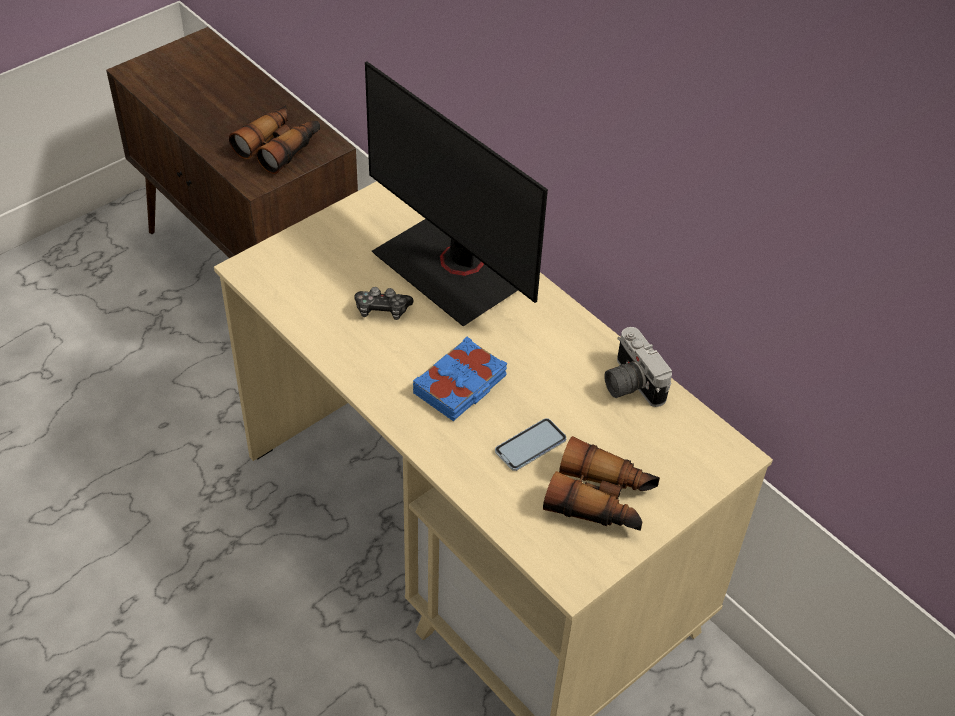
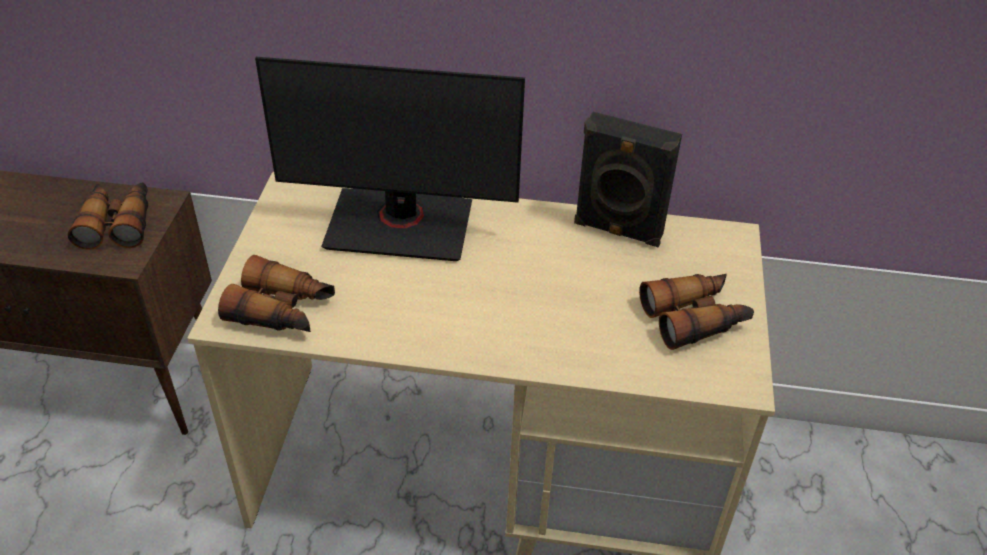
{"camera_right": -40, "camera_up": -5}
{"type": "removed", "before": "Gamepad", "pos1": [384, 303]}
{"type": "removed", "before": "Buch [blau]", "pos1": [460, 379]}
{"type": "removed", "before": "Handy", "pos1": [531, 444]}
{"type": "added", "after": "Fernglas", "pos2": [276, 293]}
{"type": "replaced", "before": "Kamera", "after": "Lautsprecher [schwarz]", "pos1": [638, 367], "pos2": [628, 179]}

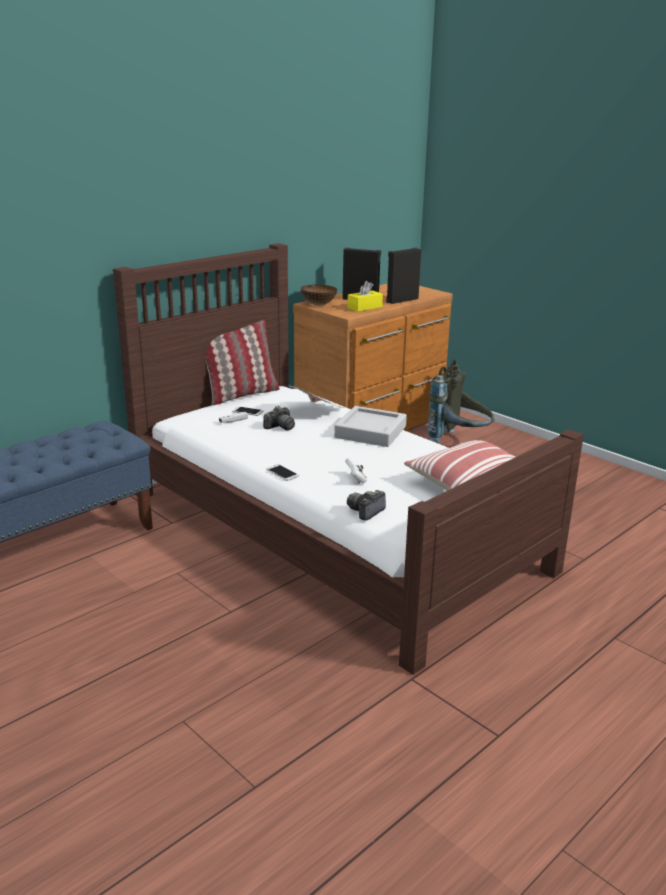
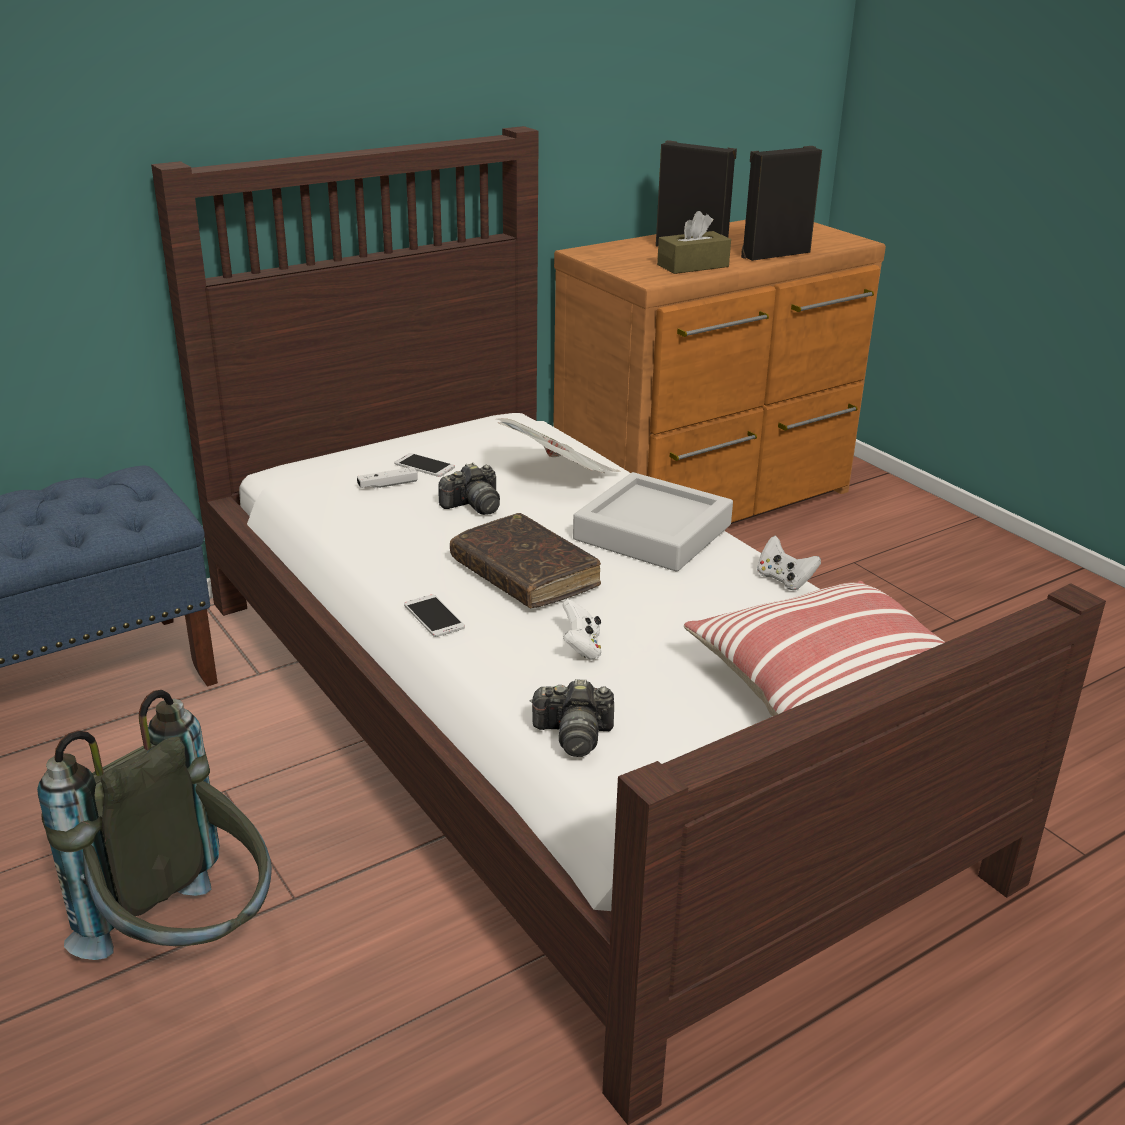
{"camera_right": 10, "camera_up": 5}
{"type": "removed", "before": "Kissen", "pos1": [242, 363]}
{"type": "removed", "before": "Schüssel", "pos1": [319, 295]}
{"type": "added", "after": "Buch [braun]", "pos2": [525, 560]}
{"type": "added", "after": "Gamepad [weiß]", "pos2": [789, 563]}
{"type": "moved", "before": "Rucksack [grau]", "pos1": [461, 402], "pos2": [154, 825]}
{"type": "recoloured", "before": "Taschentuchbox [gelb]", "after": "Taschentuchbox [braun]", "pos1": [365, 296], "pos2": [694, 242]}
{"type": "turned", "before": "Kamera", "pos1": [366, 505], "pos2": [572, 718], "turn": -135}

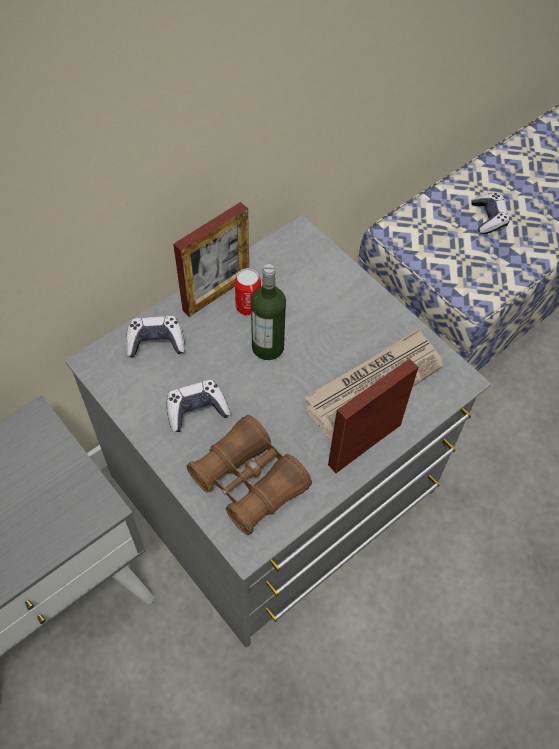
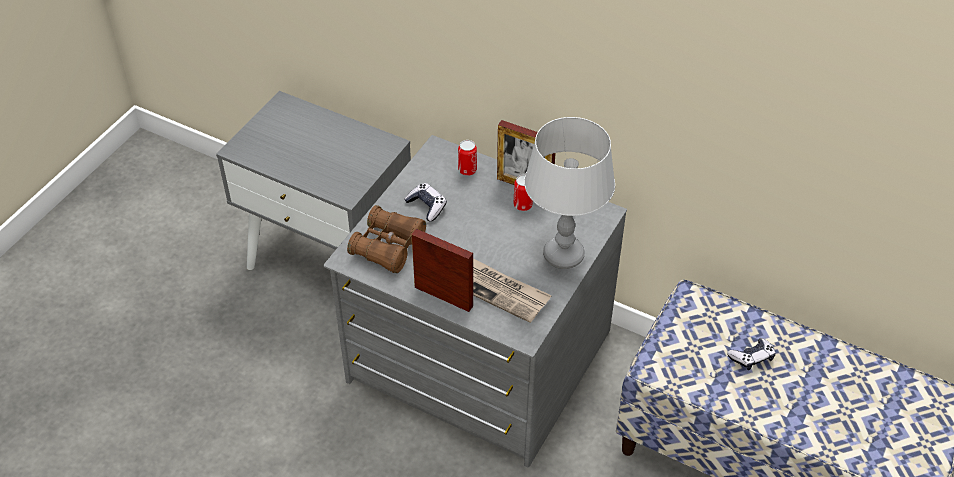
{"camera_right": 70, "camera_up": -10}
{"type": "removed", "before": "Flasche", "pos1": [268, 312]}
{"type": "added", "after": "Tischlampe [grau]", "pos2": [569, 193]}
{"type": "replaced", "before": "Gamepad", "after": "Dose", "pos1": [155, 337], "pos2": [467, 158]}

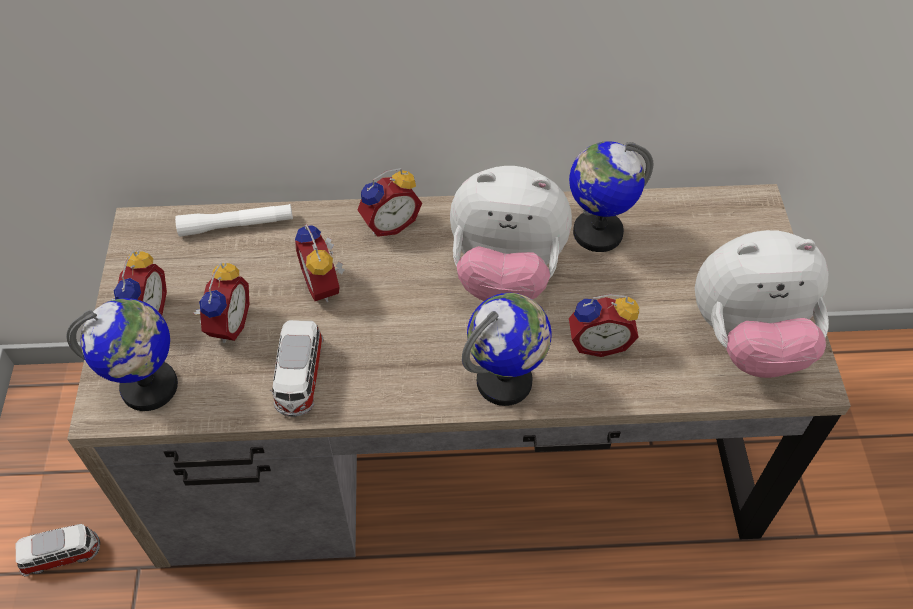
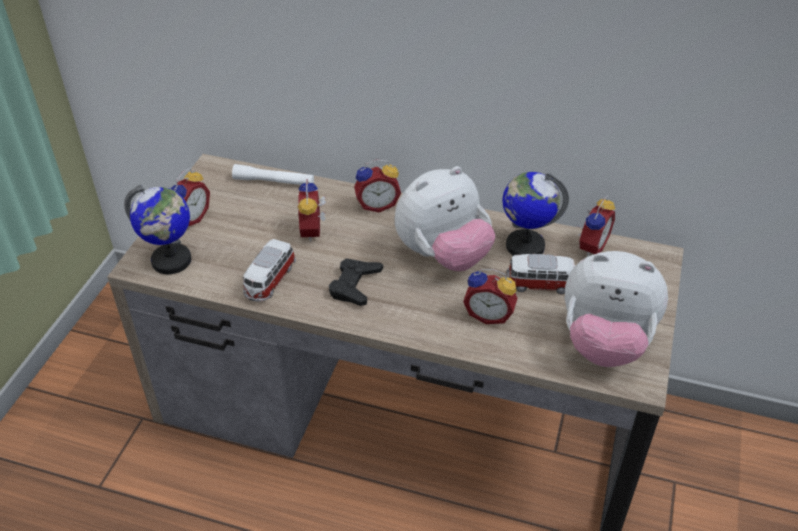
{"camera_right": 20, "camera_up": -10}
{"type": "removed", "before": "Globus", "pos1": [507, 349]}
{"type": "added", "after": "Gamepad [schwarz]", "pos2": [356, 282]}
{"type": "moved", "before": "Spielzeugauto", "pos1": [57, 550], "pos2": [541, 274]}
{"type": "moved", "before": "Wecker", "pos1": [221, 303], "pos2": [596, 226]}
{"type": "turned", "before": "Plüschtier", "pos1": [511, 233], "pos2": [445, 218], "turn": -60}

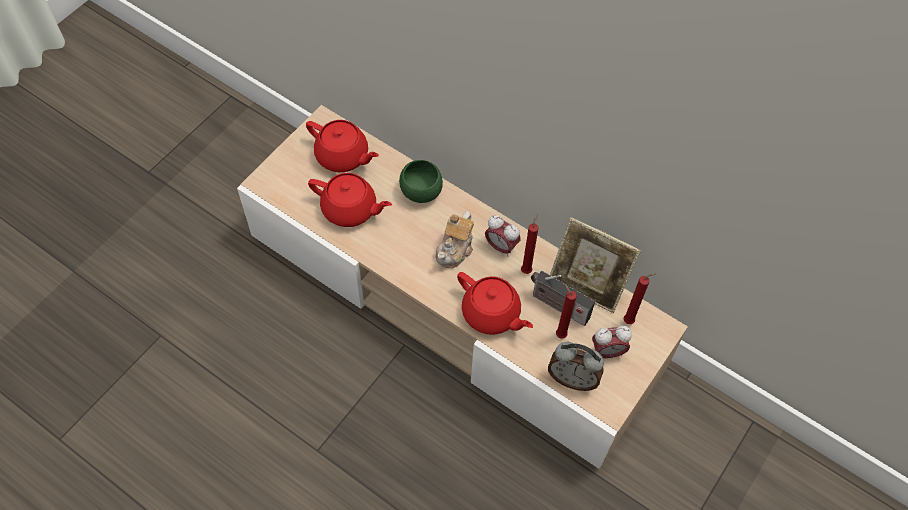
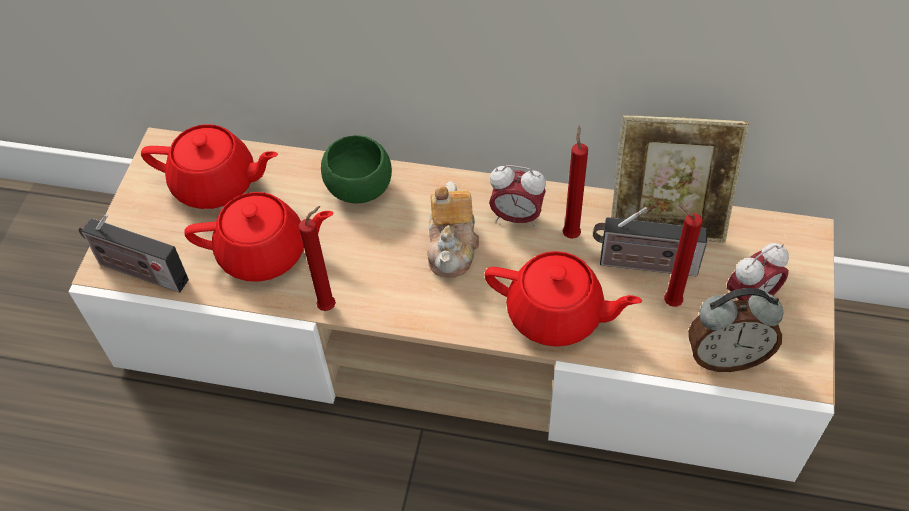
{"camera_right": -20, "camera_up": -5}
{"type": "added", "after": "Radio", "pos2": [134, 253]}
{"type": "moved", "before": "Kerze [rot]", "pos1": [640, 298], "pos2": [317, 258]}

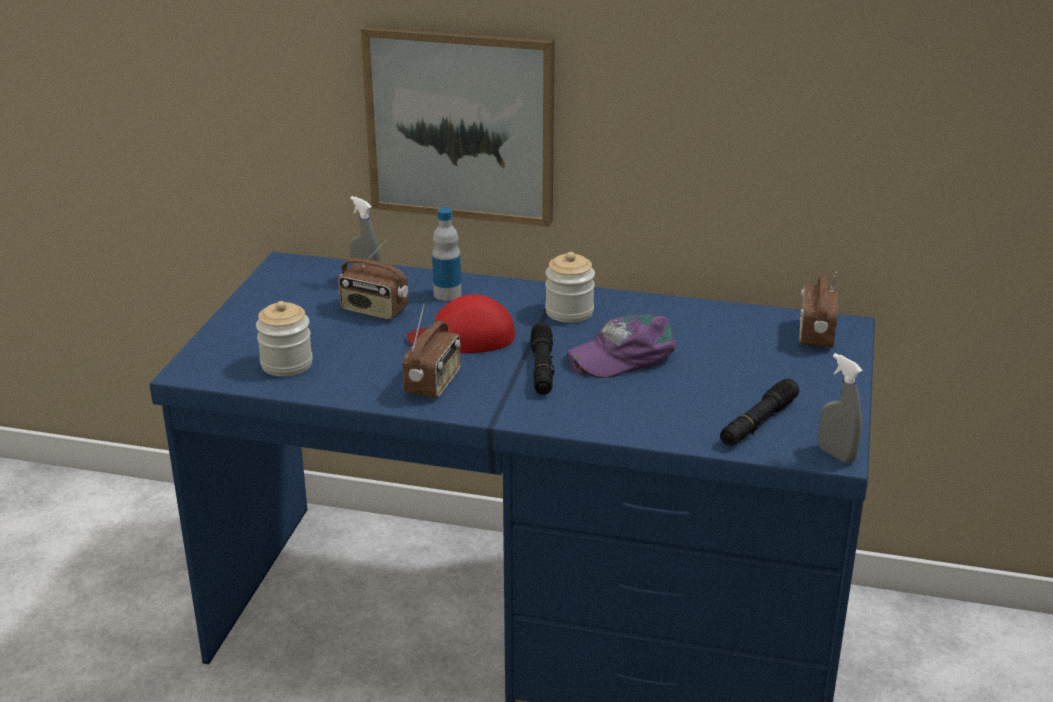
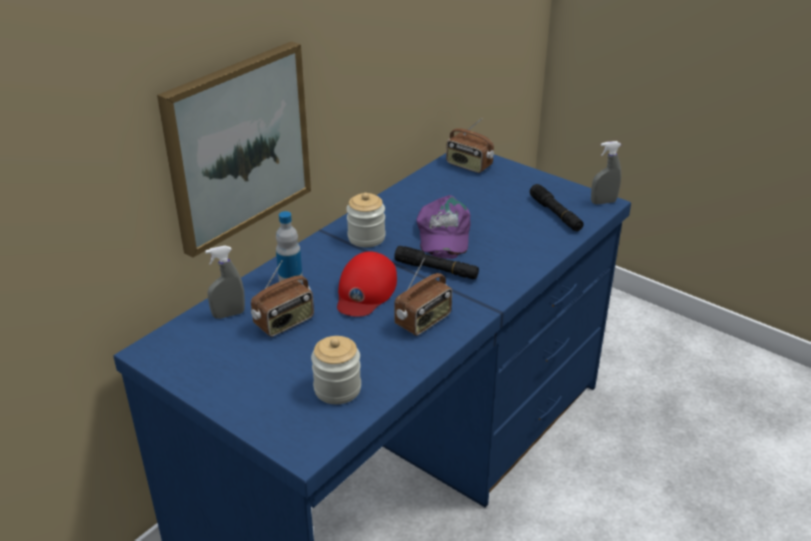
{"camera_right": -65, "camera_up": 5}
{"type": "turned", "before": "Radio", "pos1": [431, 351], "pos2": [423, 297], "turn": 90}

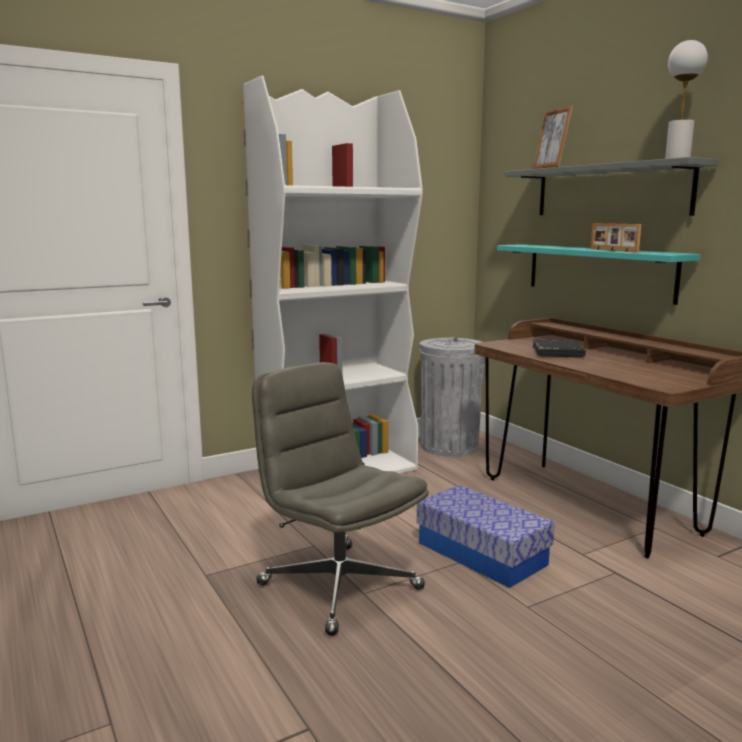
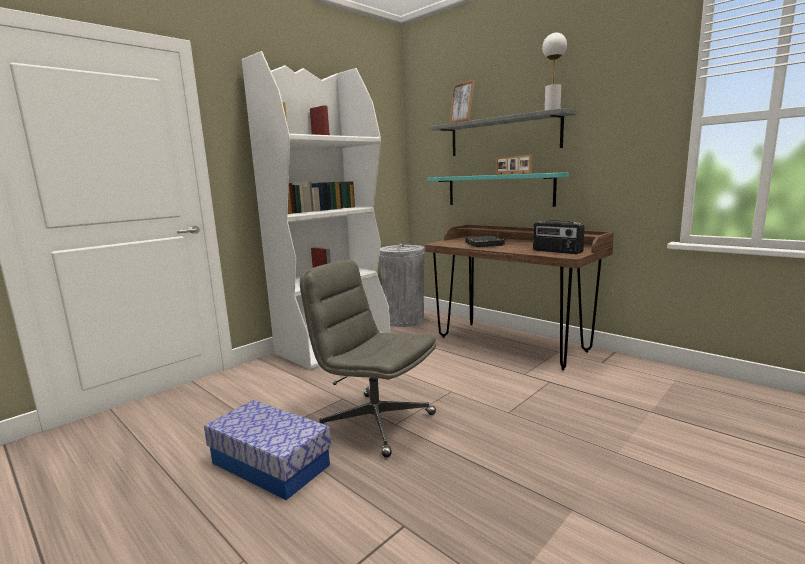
{"camera_right": -15, "camera_up": 0}
{"type": "added", "after": "Radio", "pos2": [559, 237]}
{"type": "moved", "before": "Aufbewahrungsbox", "pos1": [486, 536], "pos2": [267, 450]}

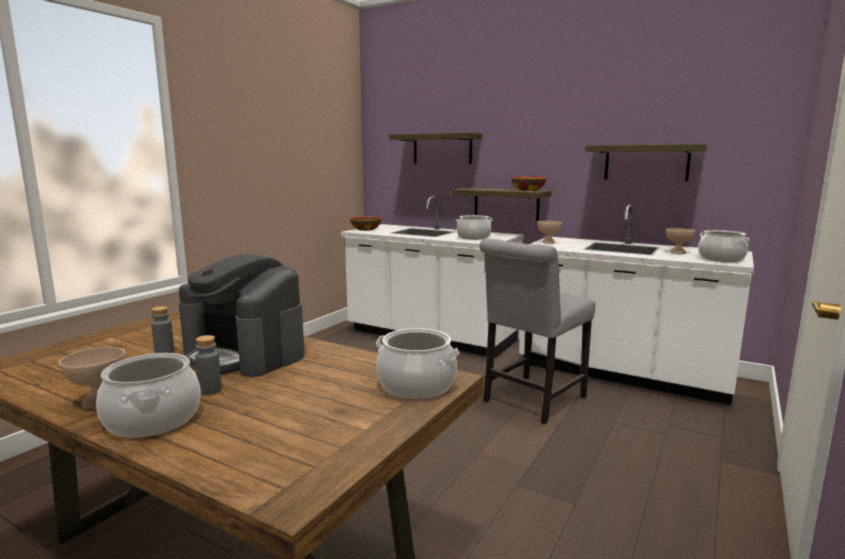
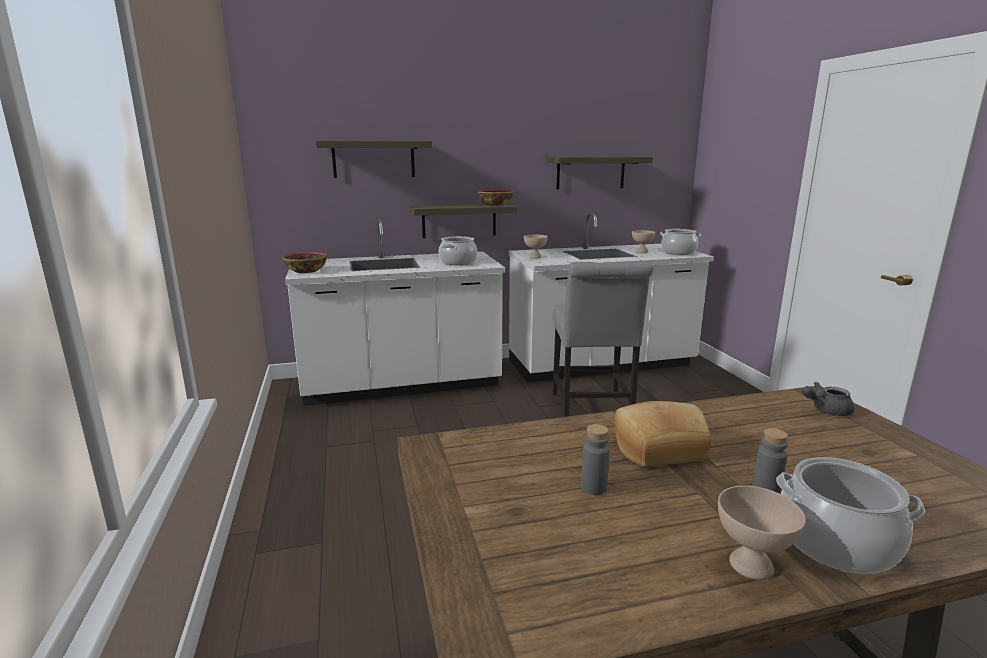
{"camera_right": -45, "camera_up": 5}
{"type": "replaced", "before": "Kaffeemaschine", "after": "Brot", "pos1": [242, 315], "pos2": [662, 434]}
{"type": "replaced", "before": "Kochtopf", "after": "Teekanne [grau]", "pos1": [418, 363], "pos2": [828, 399]}

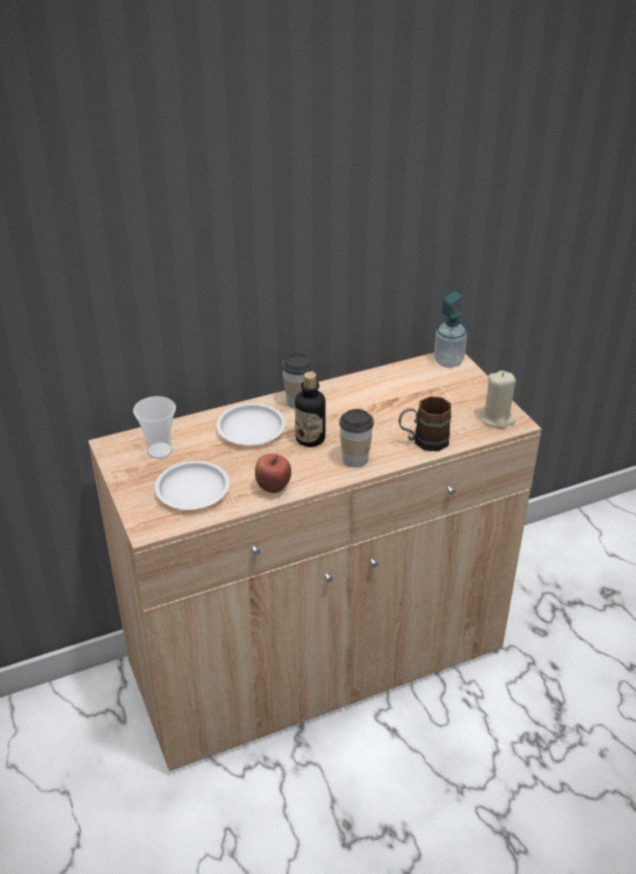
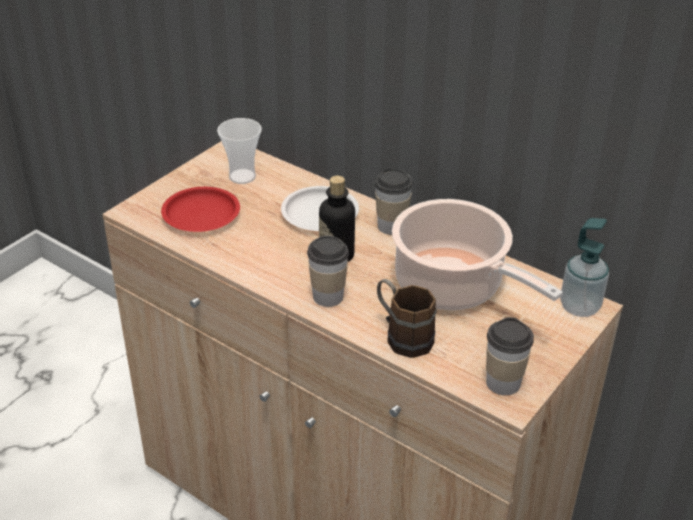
{"camera_right": 60, "camera_up": 0}
{"type": "removed", "before": "Apfel", "pos1": [273, 473]}
{"type": "added", "after": "Kochtopf", "pos2": [477, 254]}
{"type": "replaced", "before": "Kerze [beige]", "after": "Tasse", "pos1": [498, 399], "pos2": [510, 356]}
{"type": "recoloured", "before": "Teller [weiß]", "after": "Teller [rot]", "pos1": [192, 485], "pos2": [200, 209]}

